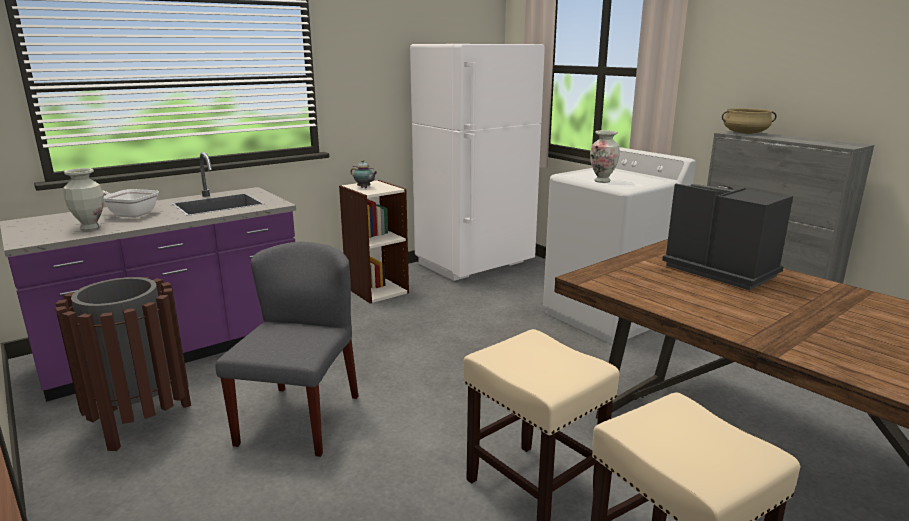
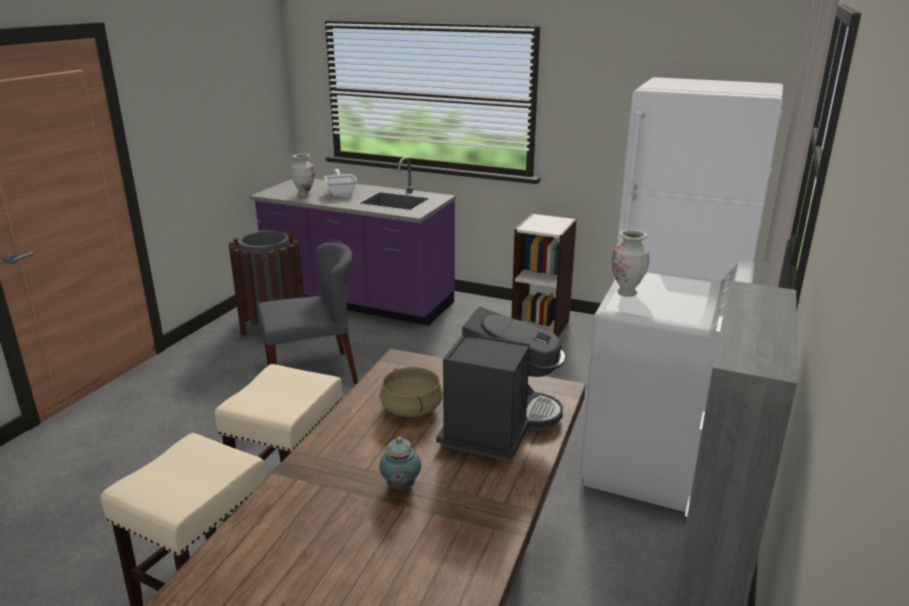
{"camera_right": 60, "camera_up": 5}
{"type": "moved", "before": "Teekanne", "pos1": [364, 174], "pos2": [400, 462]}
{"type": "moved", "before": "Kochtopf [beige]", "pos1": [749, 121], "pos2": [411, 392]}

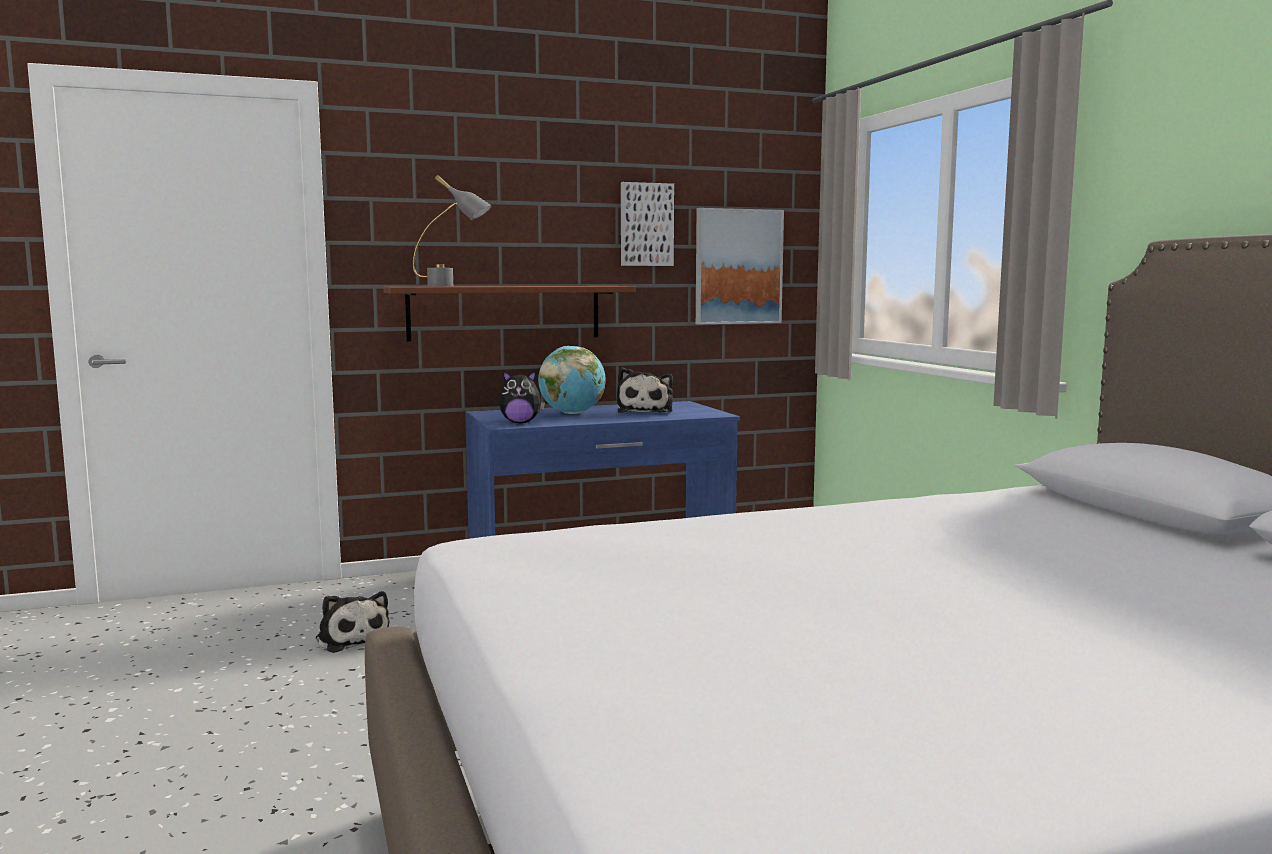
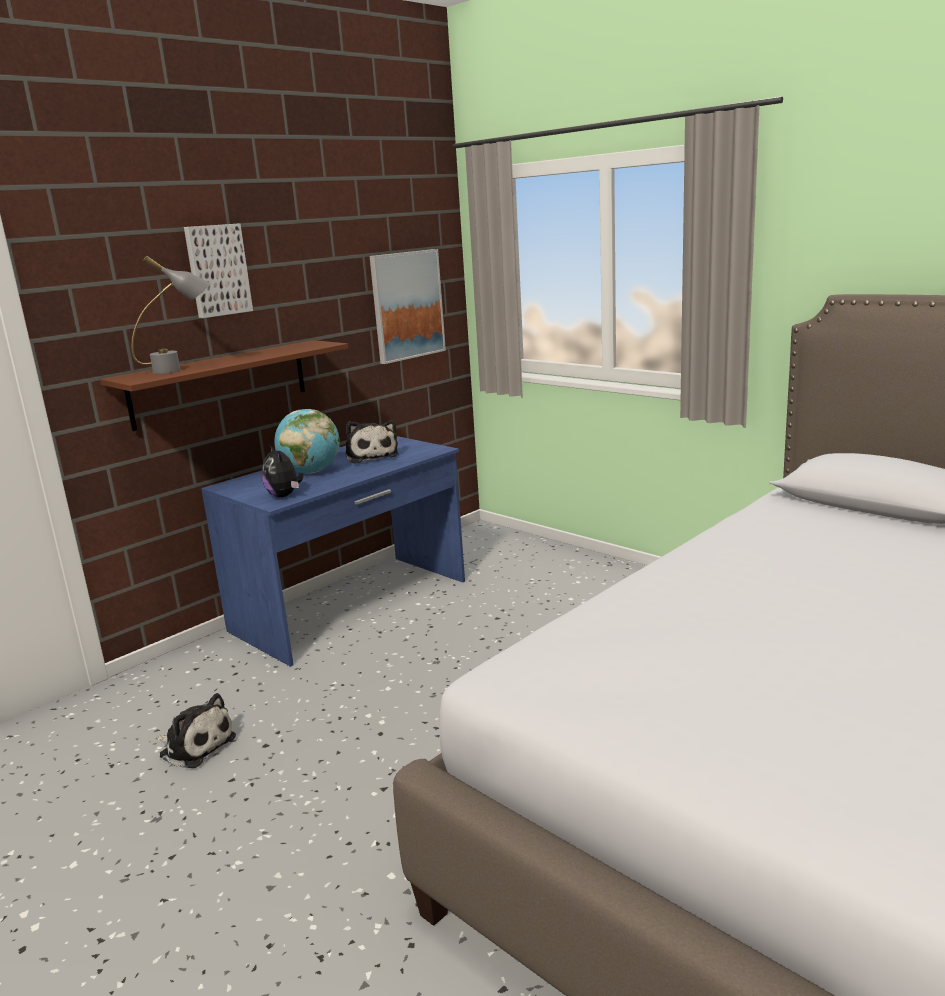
{"camera_right": -25, "camera_up": 10}
{"type": "moved", "before": "Bild", "pos1": [647, 224], "pos2": [218, 270]}
{"type": "turned", "before": "Plüschtier", "pos1": [522, 397], "pos2": [282, 471], "turn": 90}

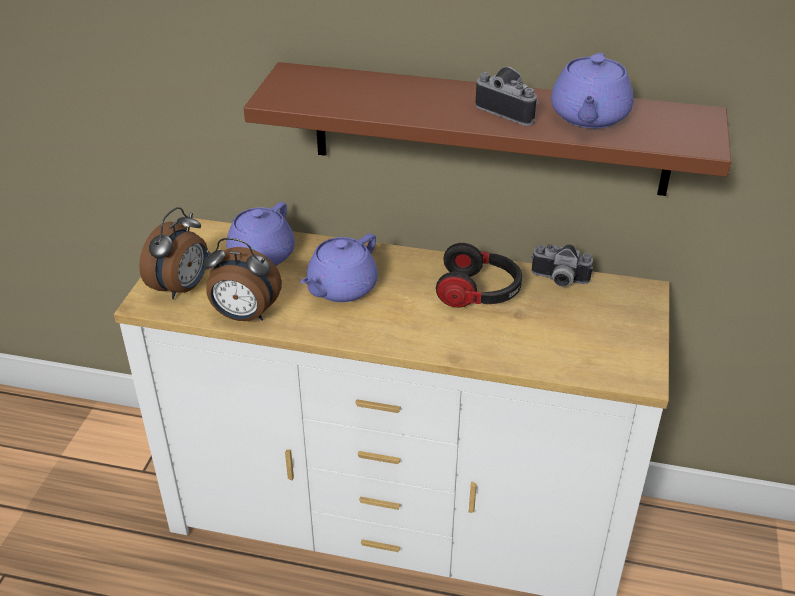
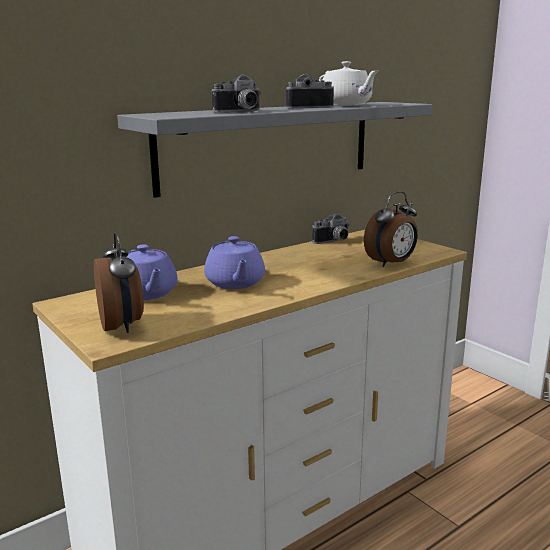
{"camera_right": -50, "camera_up": -20}
{"type": "removed", "before": "Kopfhörer", "pos1": [479, 275]}
{"type": "added", "after": "Kamera", "pos2": [236, 93]}
{"type": "moved", "before": "Wecker", "pos1": [242, 279], "pos2": [391, 229]}
{"type": "recoloured", "before": "Wandregal [braun]", "after": "Wandregal [grau]", "pos1": [487, 129], "pos2": [274, 150]}
{"type": "recoloured", "before": "Teekanne [lila]", "after": "Teekanne [weiß]", "pos1": [592, 90], "pos2": [348, 83]}

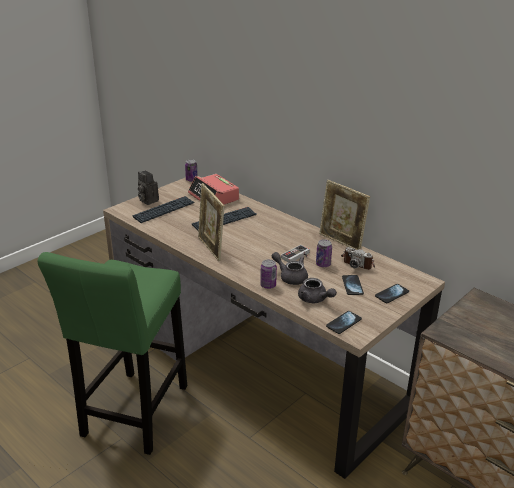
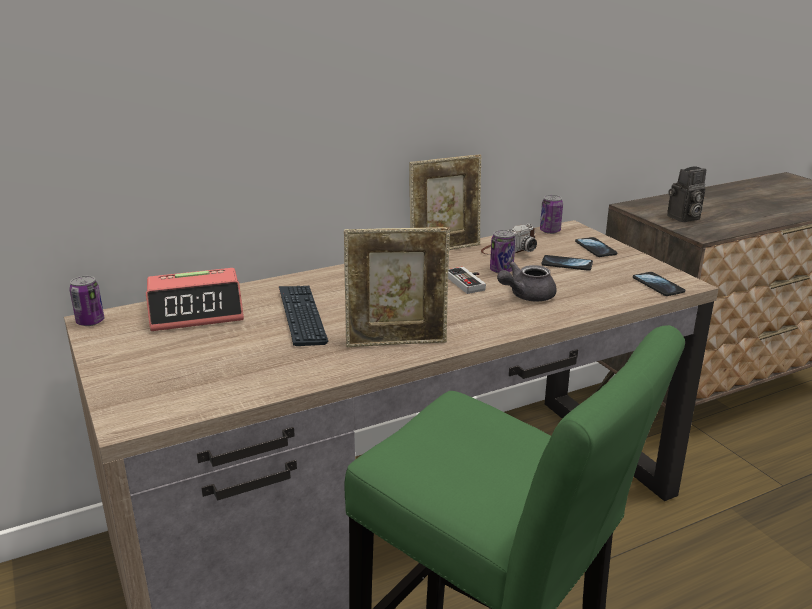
{"camera_right": -70, "camera_up": -5}
{"type": "removed", "before": "Tastatur", "pos1": [163, 209]}
{"type": "removed", "before": "Teekanne [grau]", "pos1": [317, 290]}
{"type": "moved", "before": "Kamera", "pos1": [148, 188], "pos2": [686, 194]}
{"type": "moved", "before": "Dose", "pos1": [268, 274], "pos2": [551, 214]}

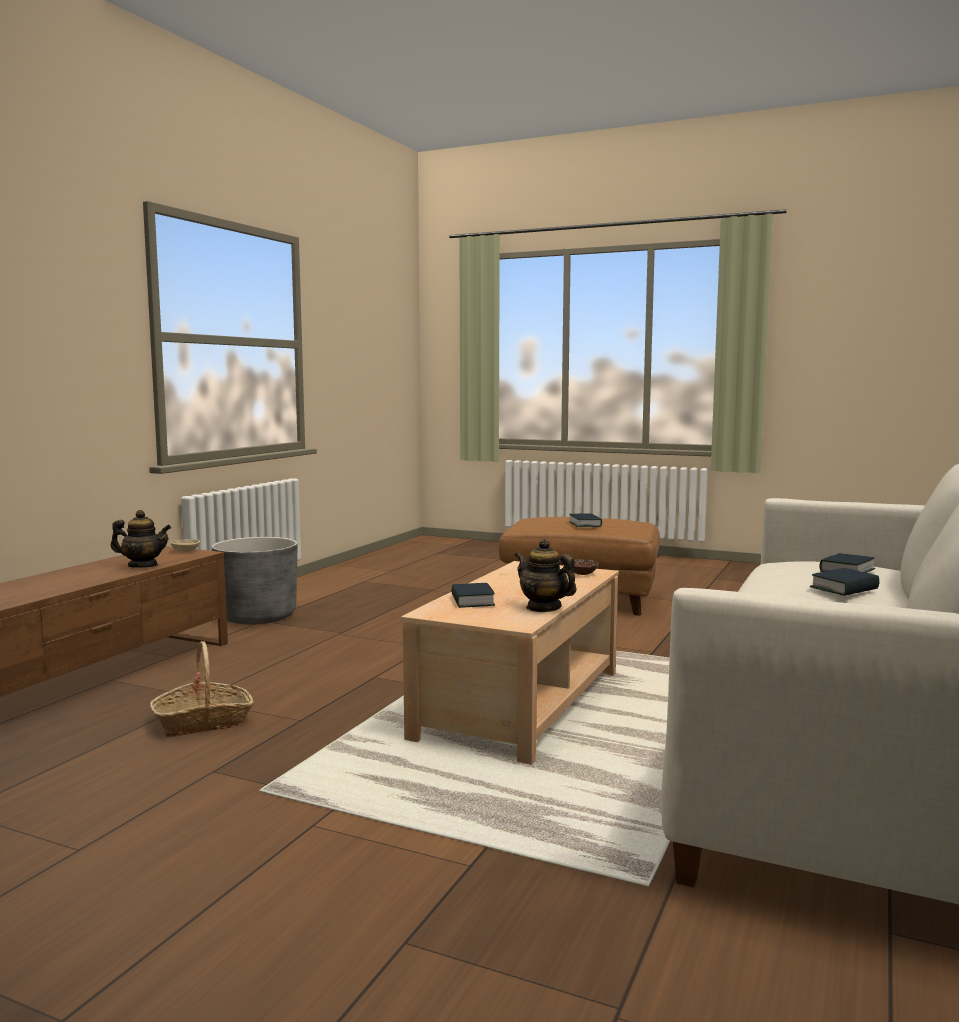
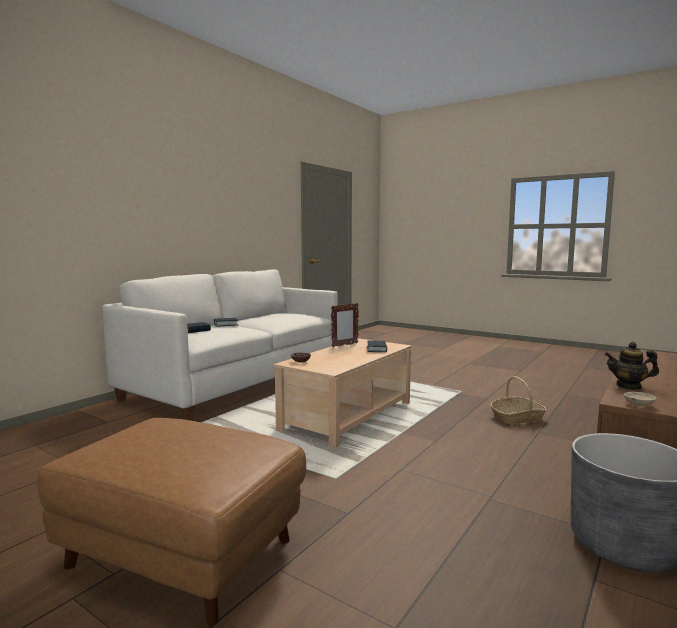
{"camera_right": -170, "camera_up": 0}
{"type": "removed", "before": "Buch", "pos1": [585, 520]}
{"type": "replaced", "before": "Teekanne", "after": "Bilderrahmen", "pos1": [546, 575], "pos2": [345, 325]}

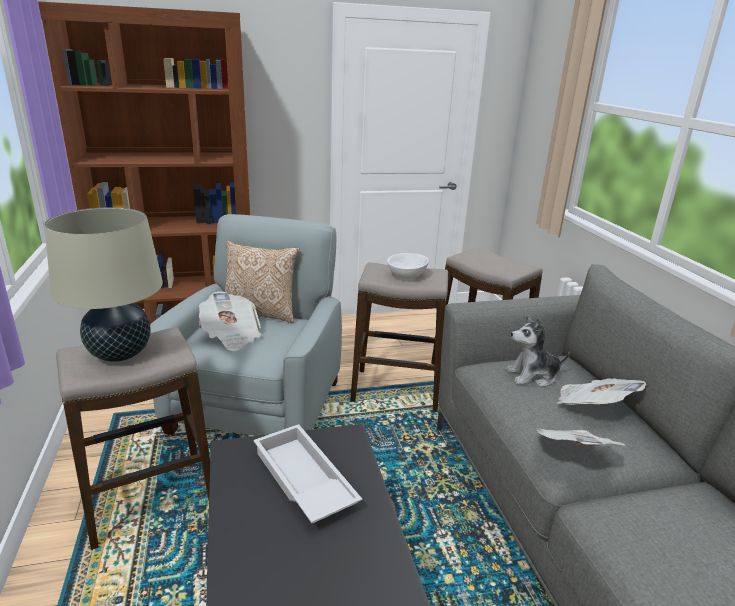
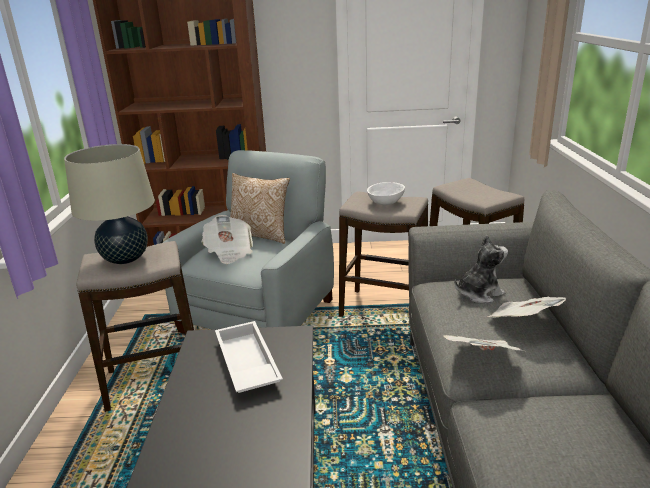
{"camera_right": 15, "camera_up": 0}
{"type": "turned", "before": "Plüschtier", "pos1": [538, 351], "pos2": [481, 269], "turn": 150}

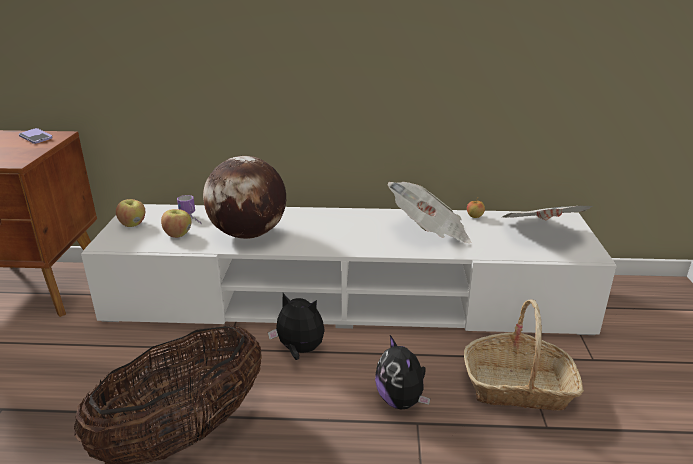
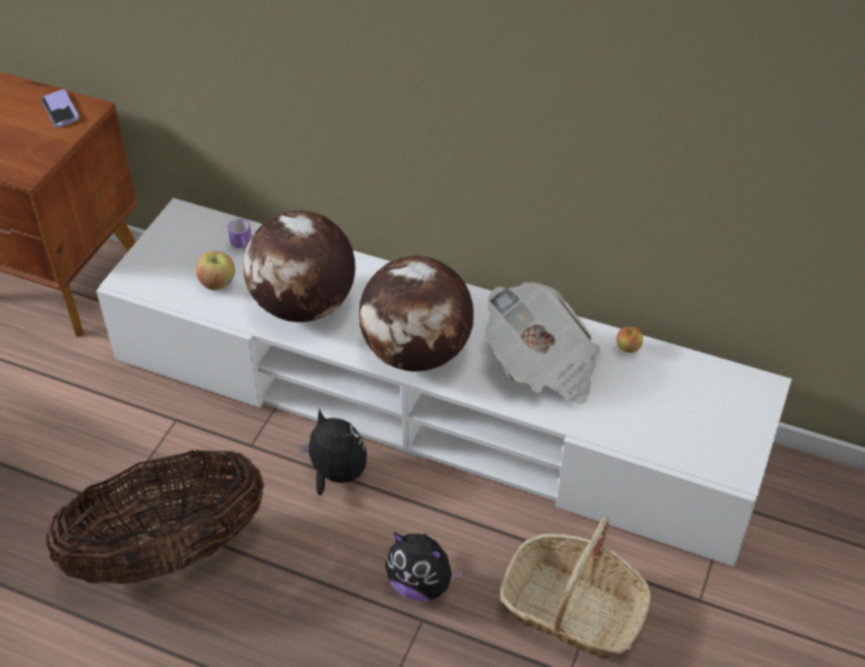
{"camera_right": 20, "camera_up": 20}
{"type": "removed", "before": "Apfel", "pos1": [130, 213]}
{"type": "removed", "before": "Zeitung", "pos1": [546, 213]}
{"type": "added", "after": "Globus", "pos2": [416, 314]}
{"type": "turned", "before": "Plüschtier", "pos1": [402, 372], "pos2": [424, 566], "turn": -60}

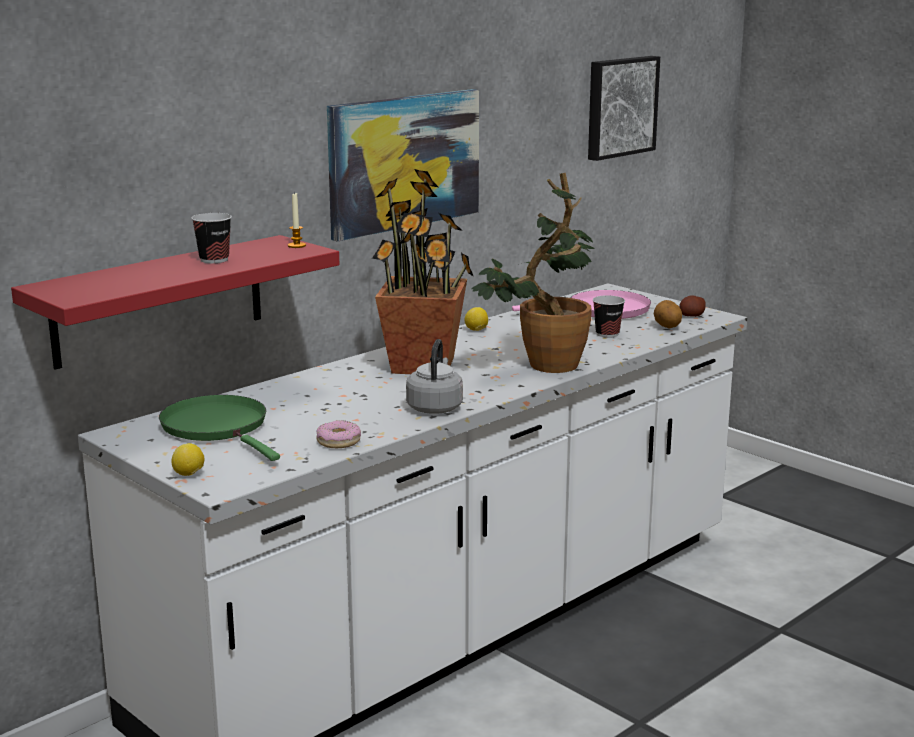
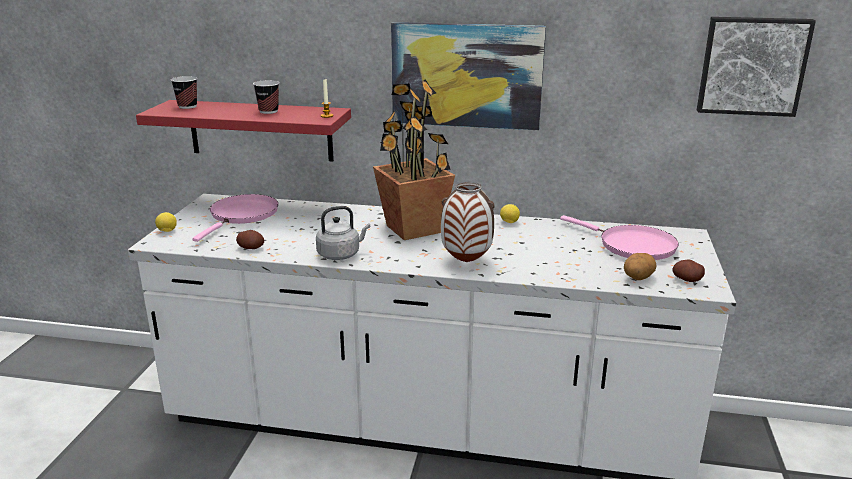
{"camera_right": 55, "camera_up": 5}
{"type": "moved", "before": "Tasse", "pos1": [609, 316], "pos2": [184, 92]}
{"type": "replaced", "before": "Donut", "after": "Kartoffel", "pos1": [338, 434], "pos2": [250, 239]}
{"type": "replaced", "before": "Topfpflanze", "after": "Vase", "pos1": [533, 273], "pos2": [468, 222]}
{"type": "recoloured", "before": "Pfanne [grün]", "after": "Pfanne [rosa]", "pos1": [219, 428], "pos2": [235, 218]}

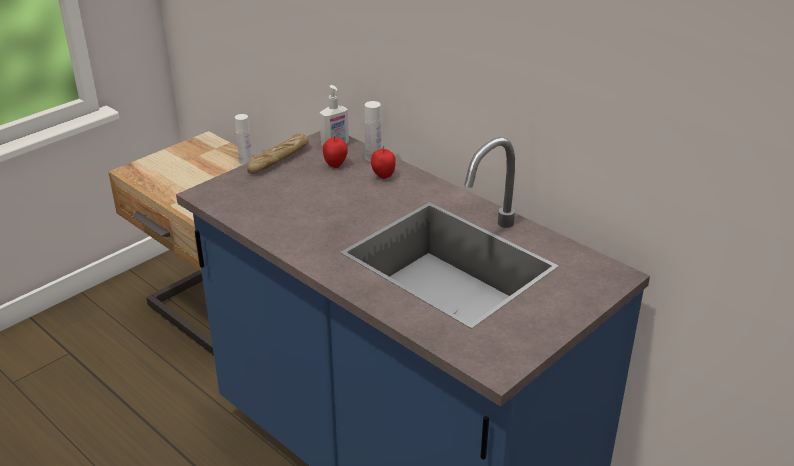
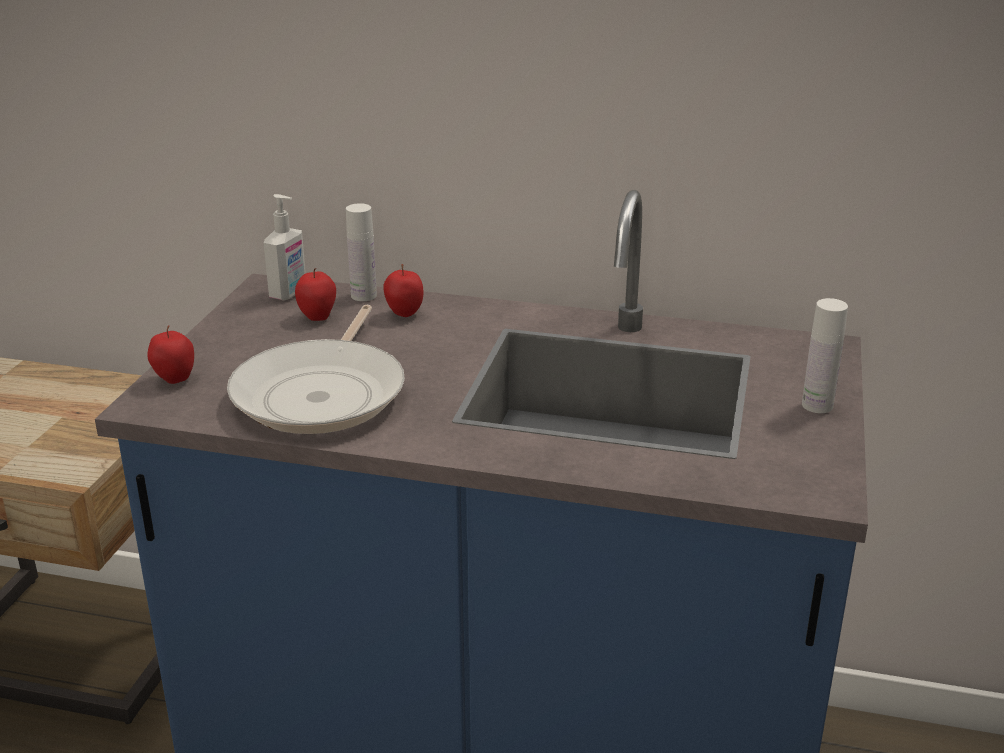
{"camera_right": -30, "camera_up": -5}
{"type": "removed", "before": "Brot", "pos1": [278, 153]}
{"type": "added", "after": "Apfel", "pos2": [170, 354]}
{"type": "added", "after": "Pfanne", "pos2": [316, 369]}
{"type": "moved", "before": "Flasche [weiß]", "pos1": [244, 139], "pos2": [825, 355]}

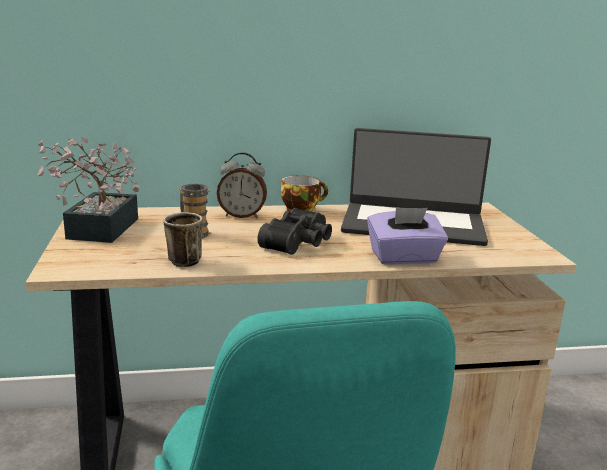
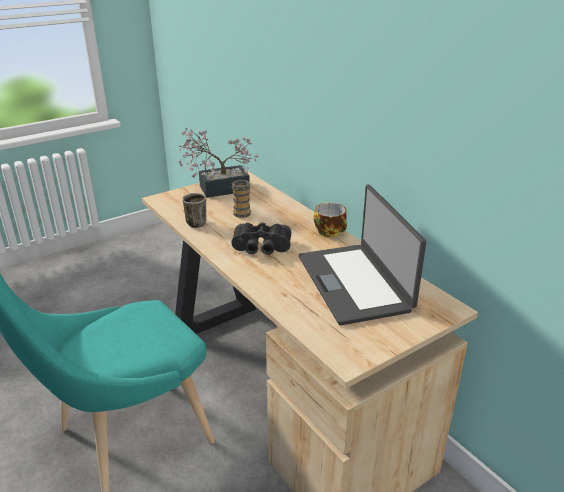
{"camera_right": 65, "camera_up": 10}
{"type": "removed", "before": "Wecker", "pos1": [242, 185]}
{"type": "removed", "before": "Taschentuchbox [lila]", "pos1": [407, 235]}

